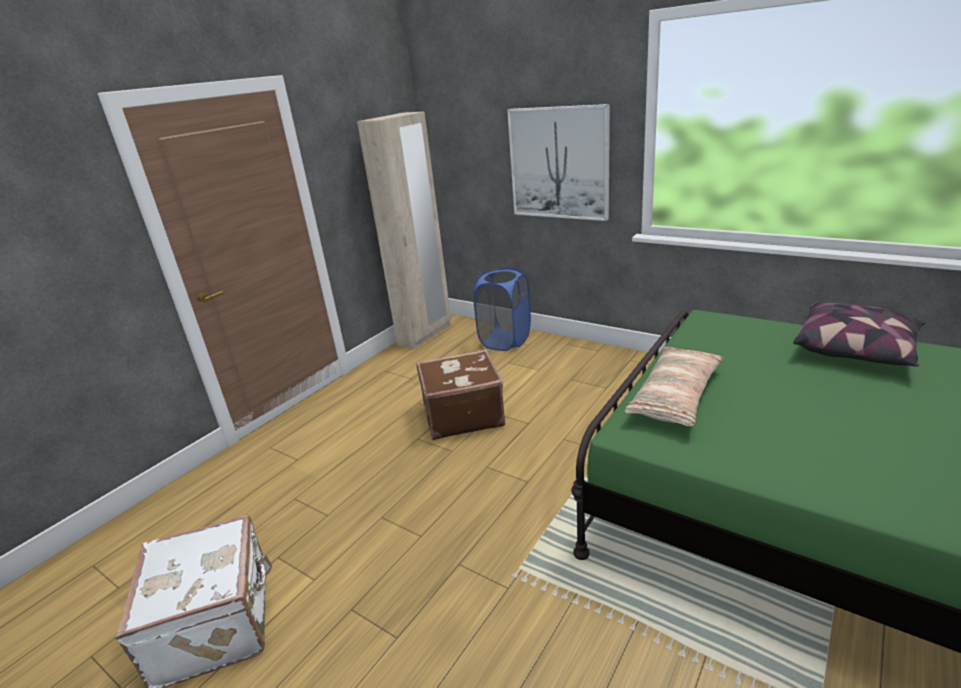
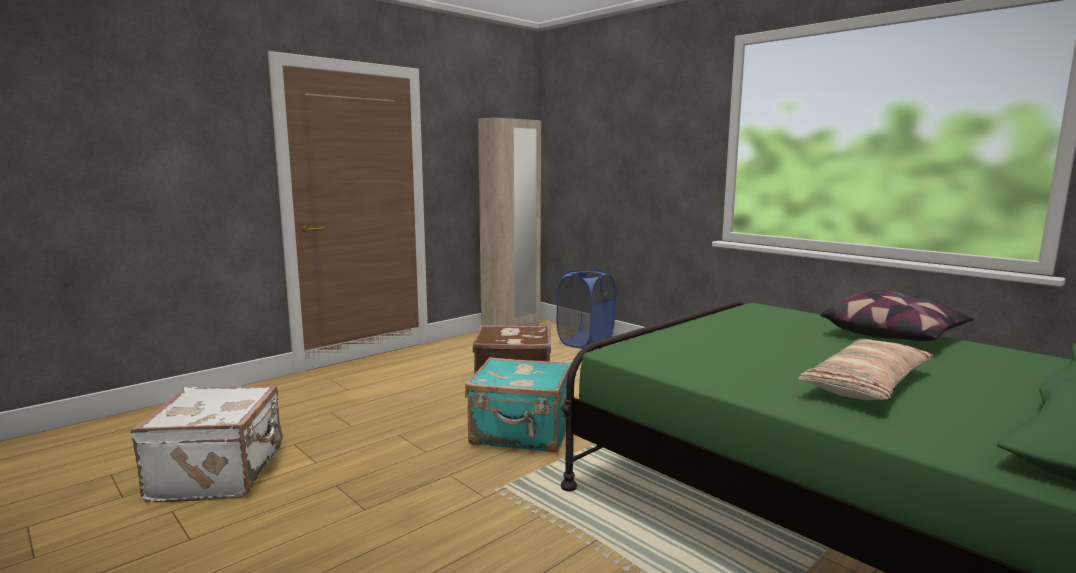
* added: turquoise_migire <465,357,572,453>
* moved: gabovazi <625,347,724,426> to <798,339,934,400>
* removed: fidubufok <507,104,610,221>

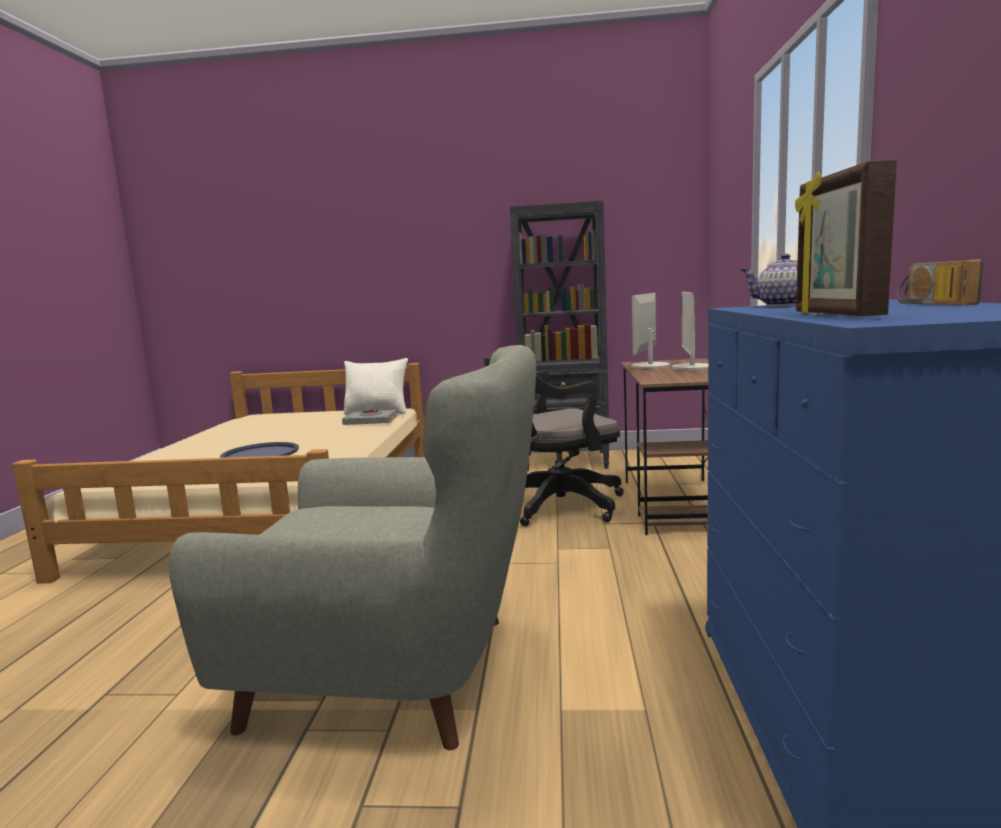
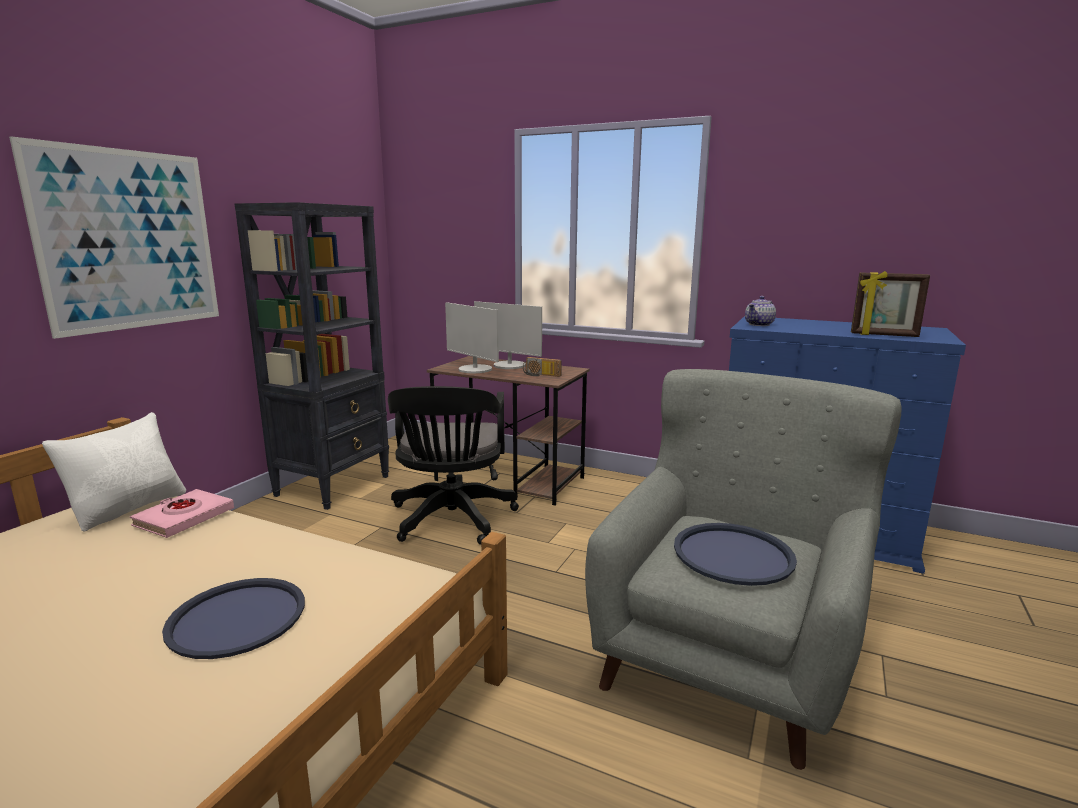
* added: fidubufok <9,136,219,339>
* recoloured: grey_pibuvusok <342,408,397,425> to pink_pibuvusok <130,489,234,538>
* moved: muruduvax <897,259,983,305> to <523,357,562,377>
* added: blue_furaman <674,523,797,586>

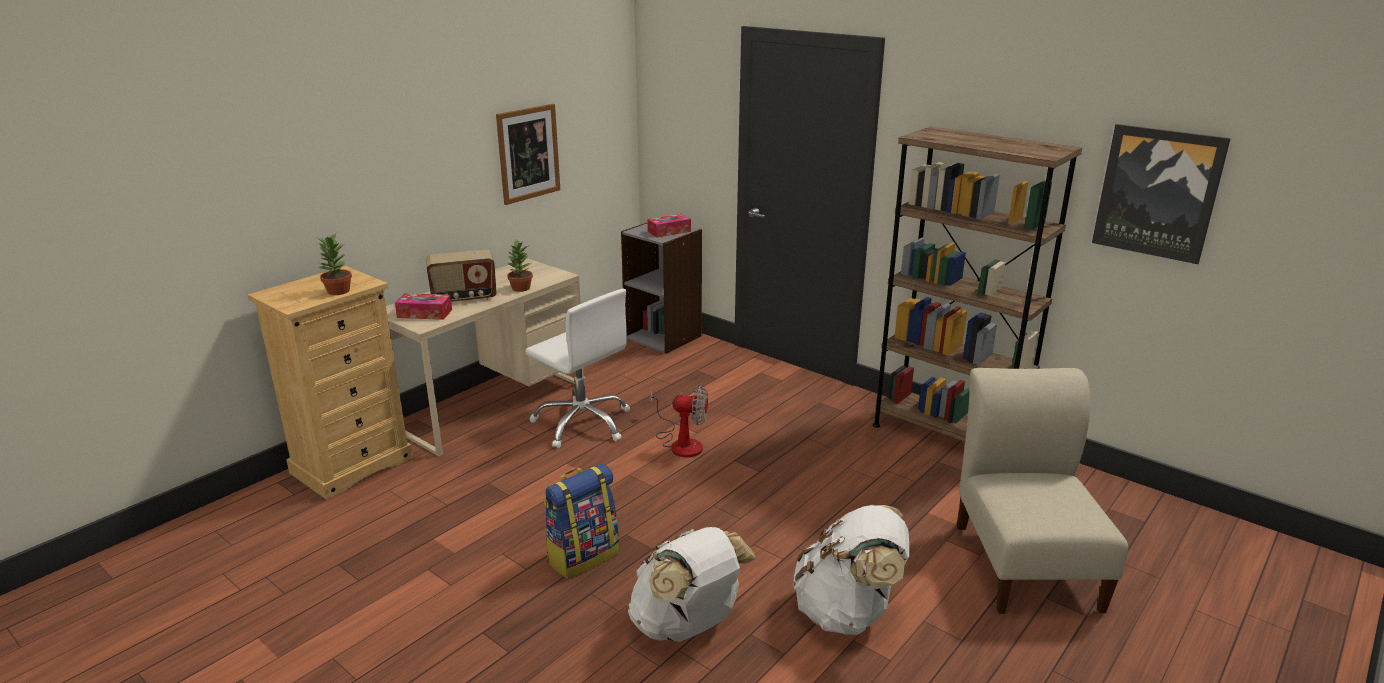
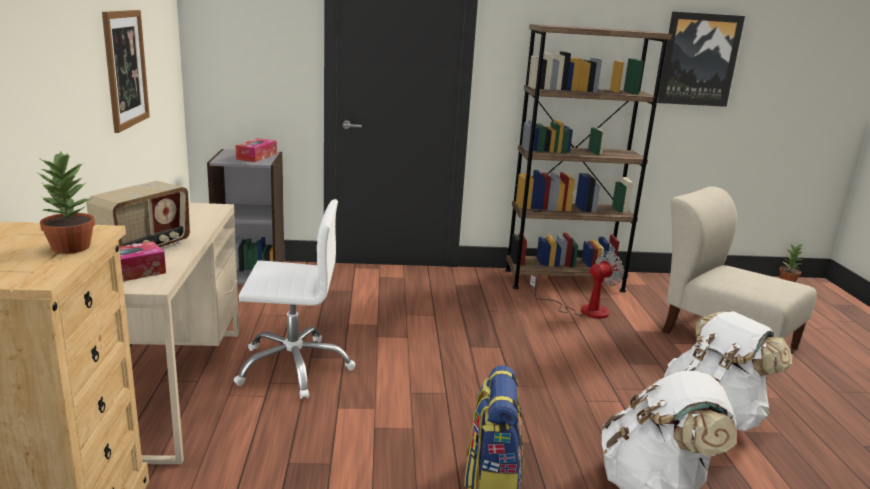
* moved: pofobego <650,385,708,457> to <530,251,624,319>
* moved: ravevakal <507,240,533,292> to <779,244,803,282>

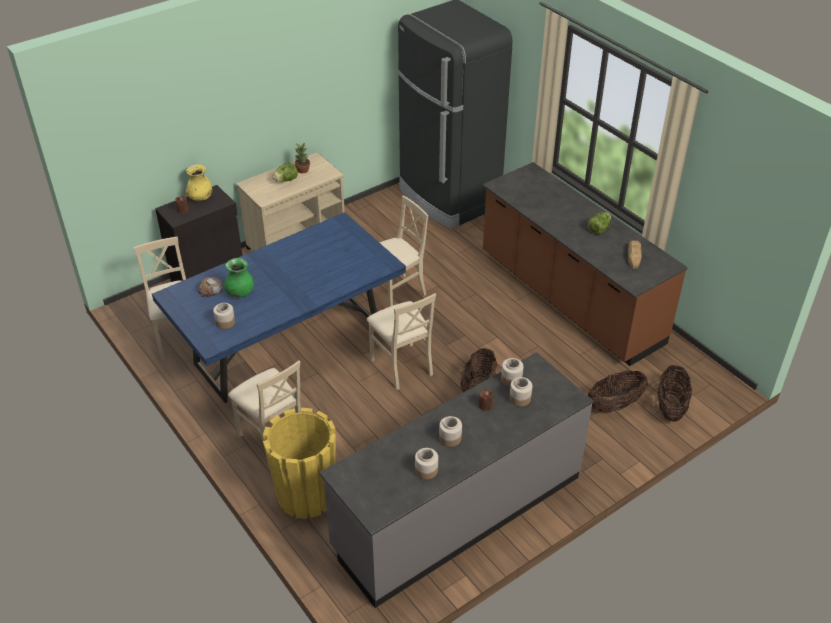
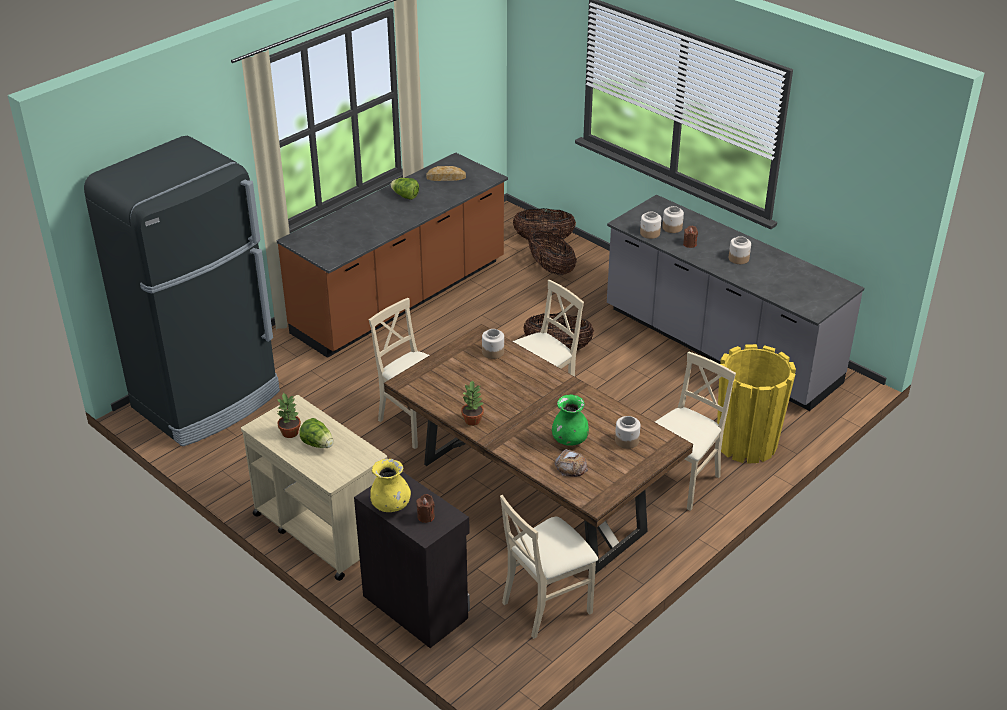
* recoloured: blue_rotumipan <152,212,406,403> to brown_rotumipan <384,324,693,574>
* added: ravevakal <461,381,484,426>
* moved: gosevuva <415,448,438,479> to <482,329,504,359>

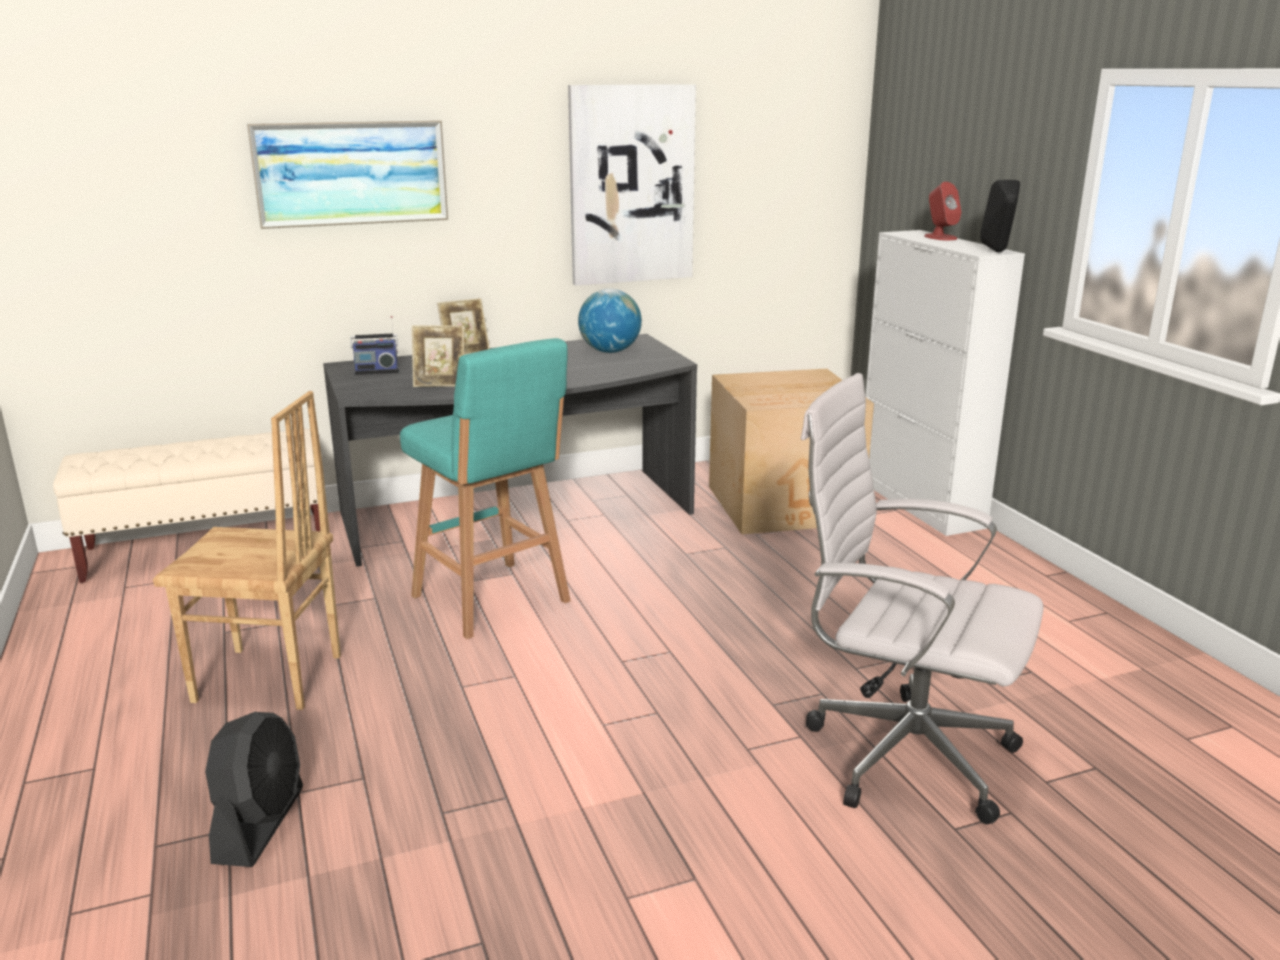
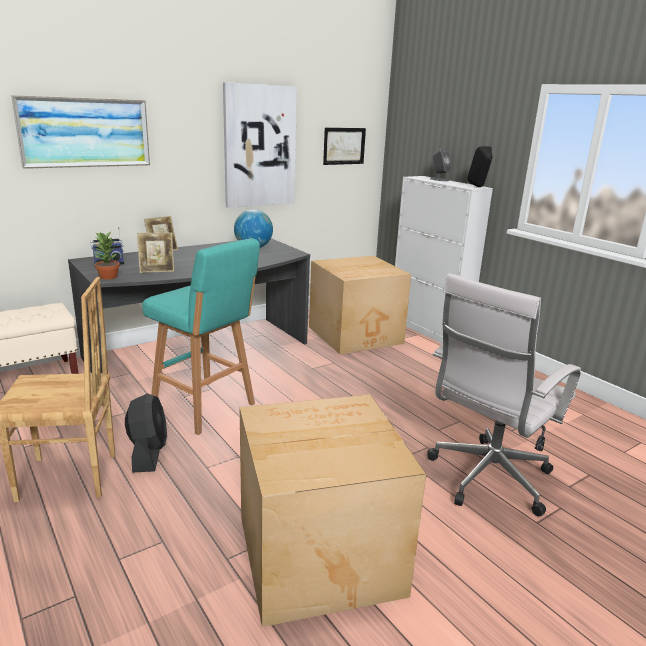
* added: ravevakal <94,232,120,280>
* moved: black_pofobego <205,712,303,867> to <125,393,167,472>
* added: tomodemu <240,394,426,627>
* added: fidubufok <323,128,366,165>
* turned: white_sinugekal <801,373,1043,824> = <427,273,581,517> 60 degrees counterclockwise
* recoloured: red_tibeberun <924,182,962,240> to grey_tibeberun <430,148,452,181>

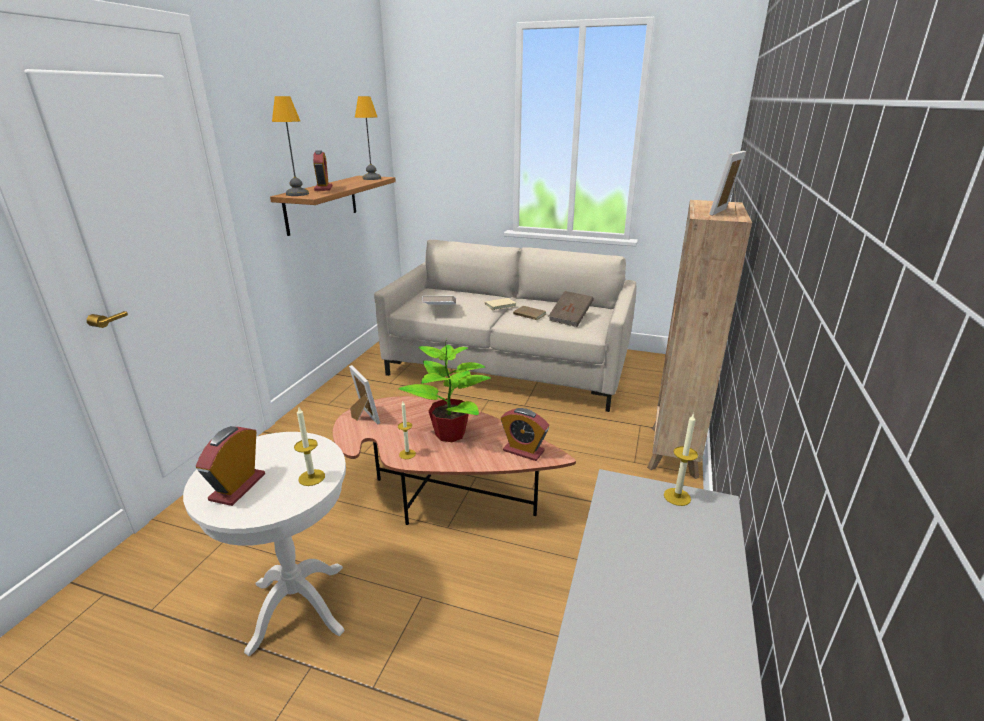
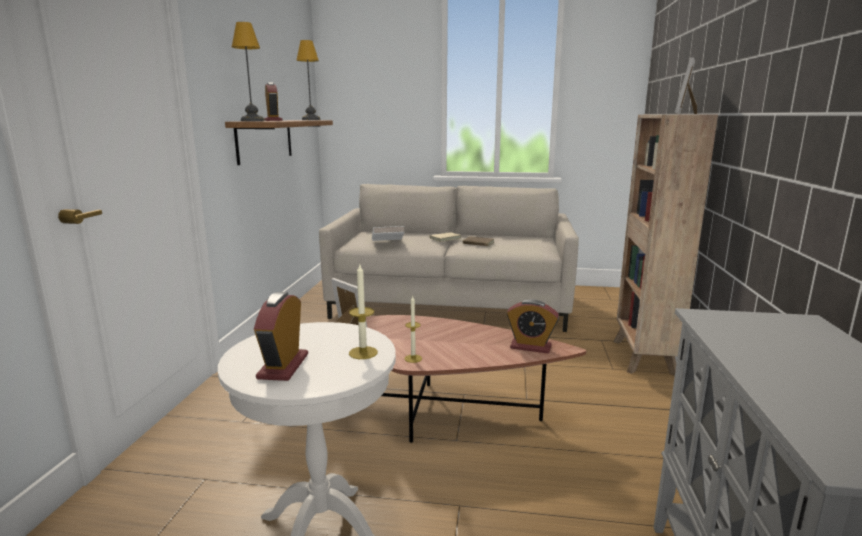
* removed: ravevakal <399,339,491,442>
* removed: brown_pibuvusok <549,291,594,327>
* removed: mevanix <664,413,698,506>

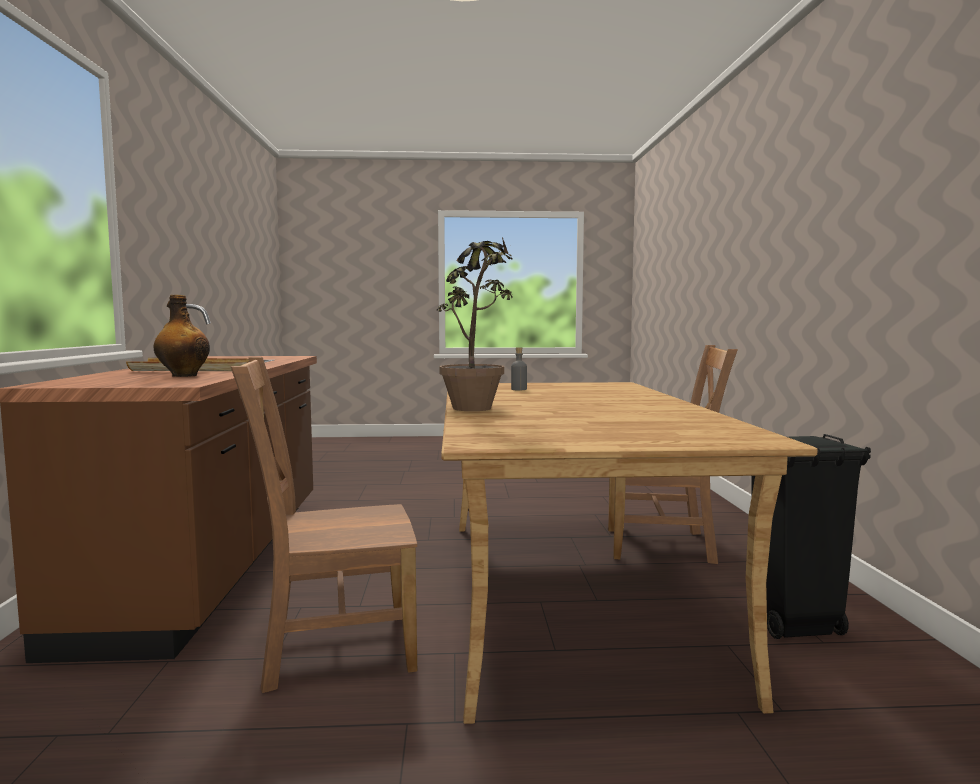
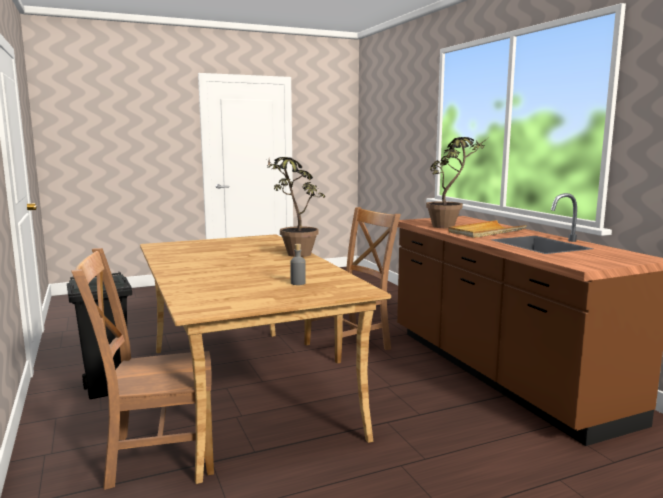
* replaced: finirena <154,295,210,377> to ravevakal <426,137,487,228>

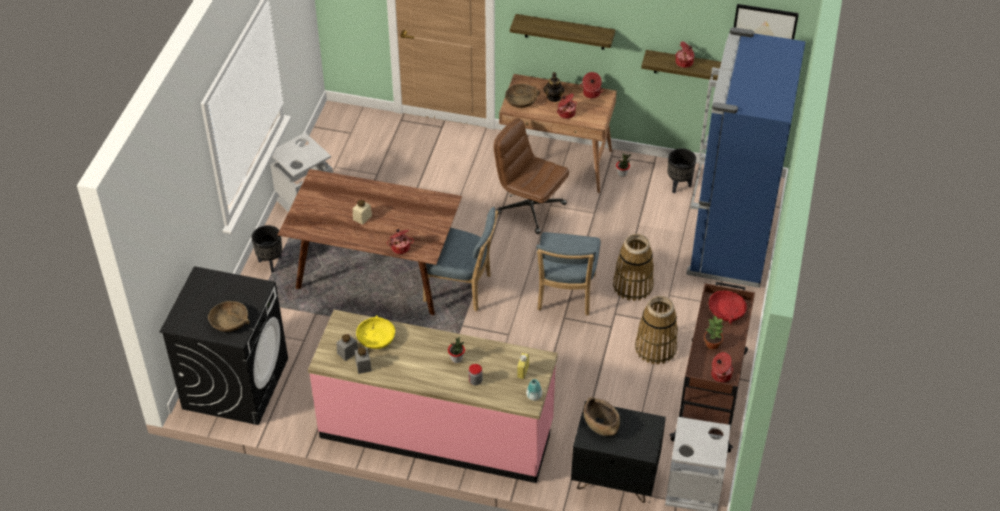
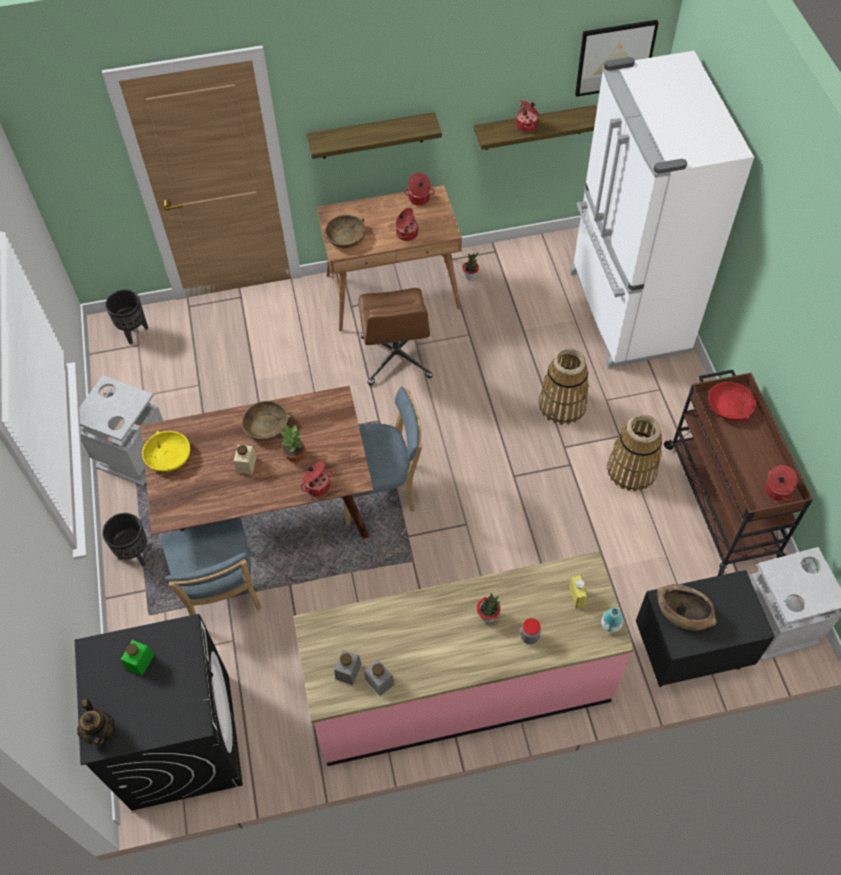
* moved: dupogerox <543,72,565,102> to <77,699,114,747>
* moved: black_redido <668,148,696,194> to <105,290,148,344>
* added: green_gosevuva <121,640,154,676>
* moved: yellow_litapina <356,315,395,349> to <142,430,190,472>
* moved: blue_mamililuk <536,232,601,316> to <161,517,262,615>
* moved: brown_litapina <208,301,249,332> to <242,401,292,441>
* moved: ravevakal <704,315,723,349> to <280,425,305,462>
* turned: brown_sinugekal <494,118,569,234> = <358,288,433,386> 105 degrees counterclockwise
* recoloured: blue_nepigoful <686,27,806,288> to white_nepigoful <570,51,754,368>

